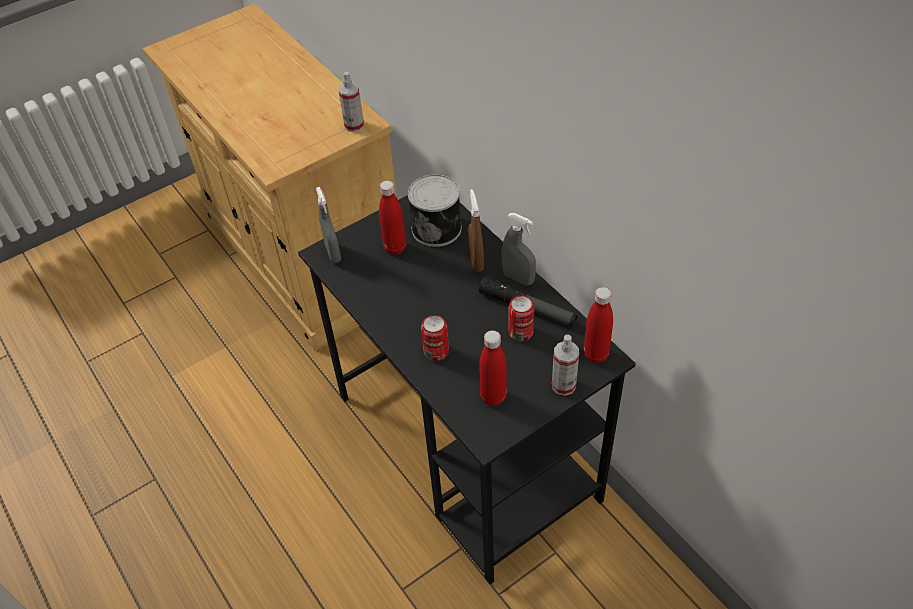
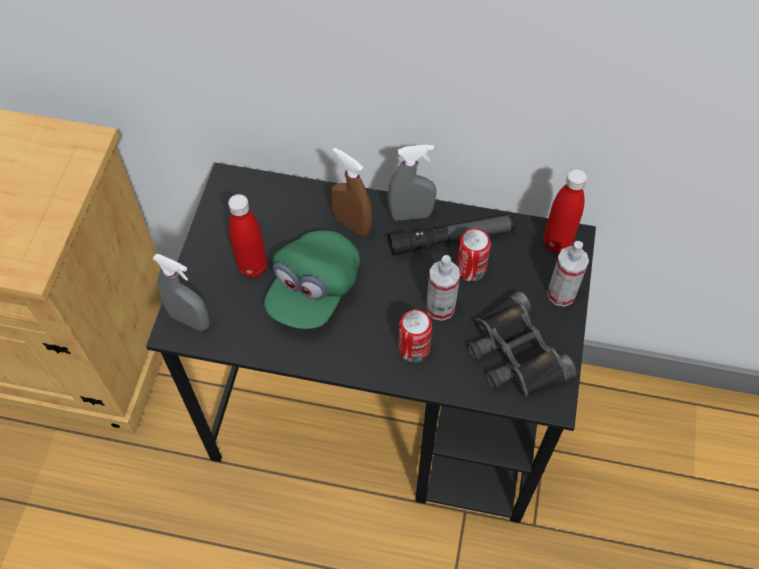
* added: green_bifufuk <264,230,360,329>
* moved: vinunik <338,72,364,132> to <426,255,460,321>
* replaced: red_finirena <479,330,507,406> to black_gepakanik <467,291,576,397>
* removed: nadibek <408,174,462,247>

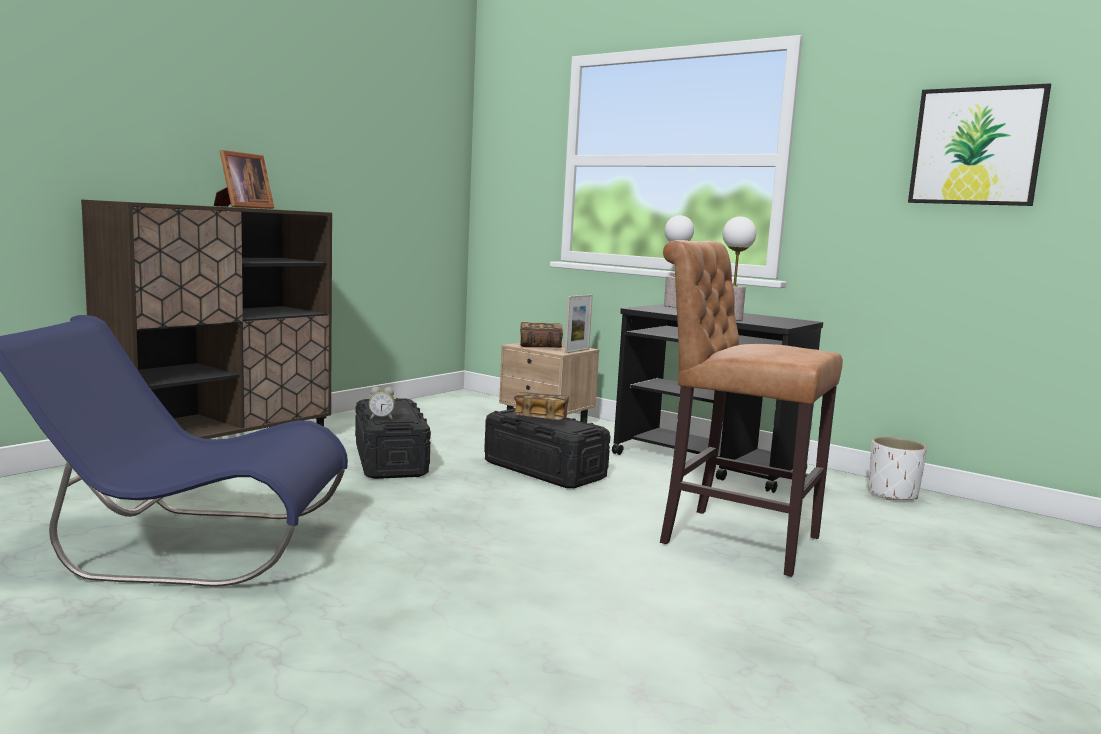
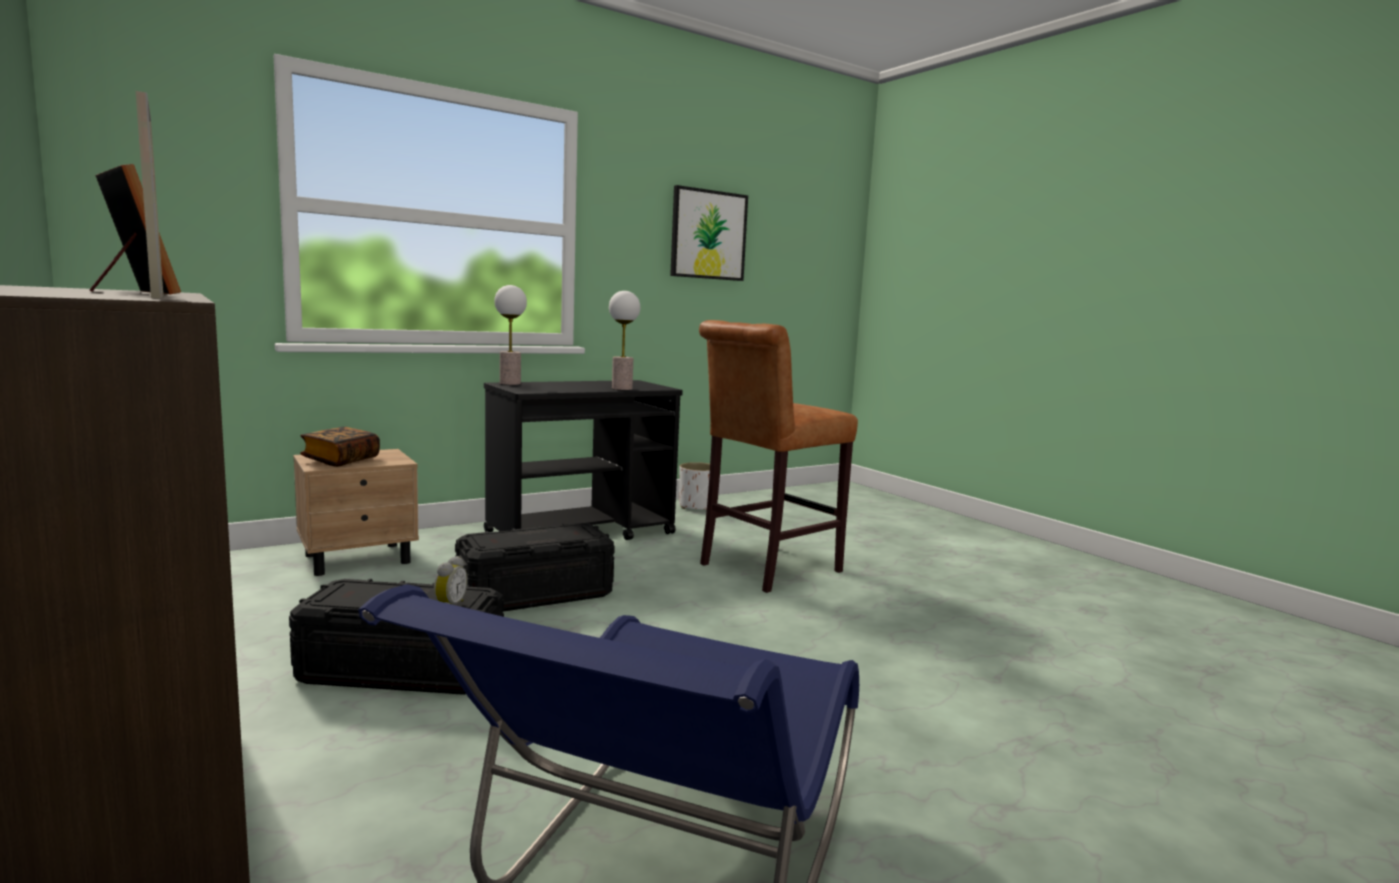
* moved: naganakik <564,295,593,353> to <136,91,164,298>
* removed: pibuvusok <513,392,569,420>

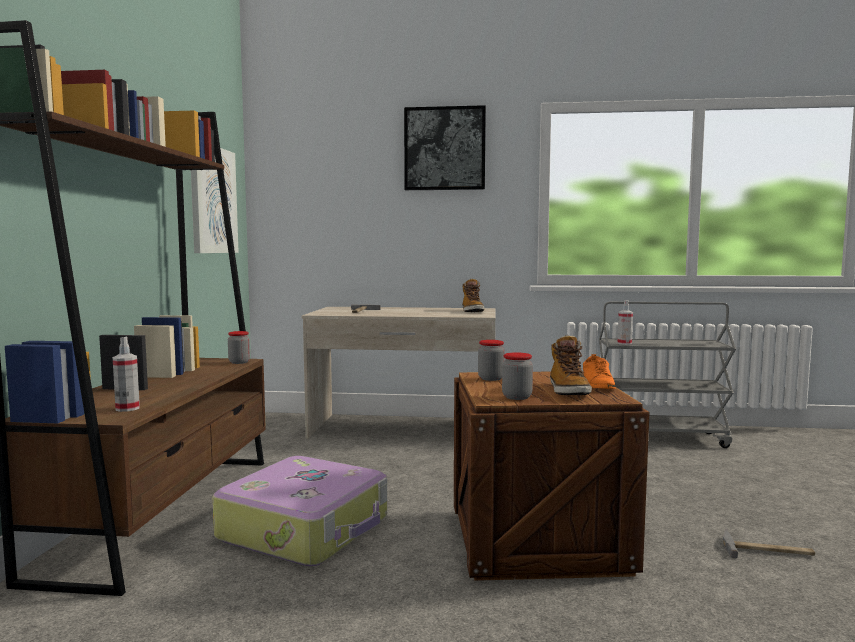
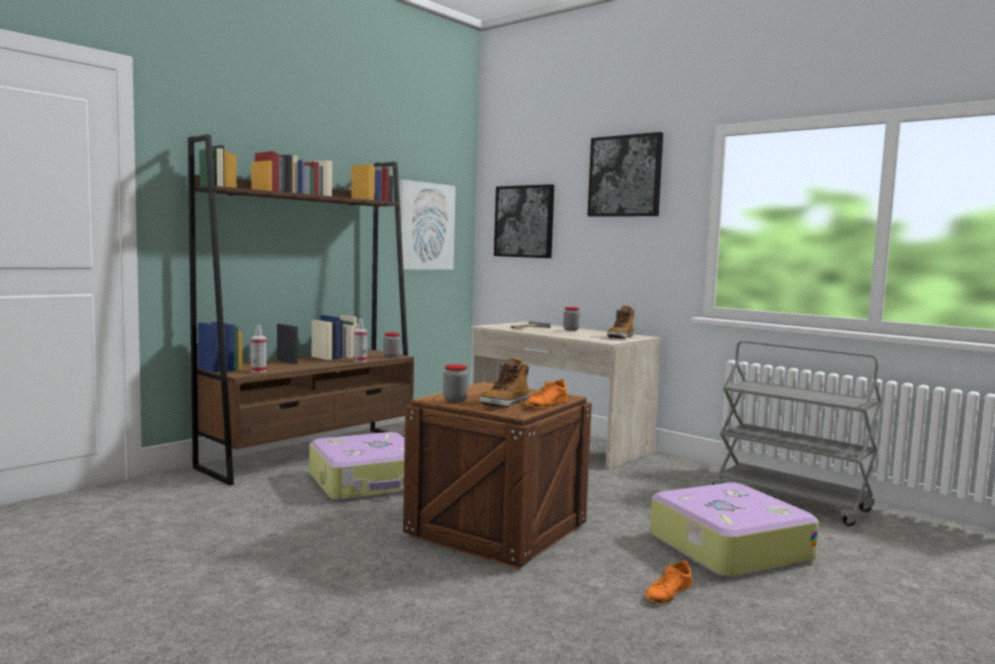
* moved: vinunik <618,300,633,345> to <354,319,367,362>
* added: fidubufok <494,184,554,258>
* moved: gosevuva <478,340,505,381> to <563,307,580,331>
* replaced: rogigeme <723,529,815,558> to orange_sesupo <645,560,692,604>
* added: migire <650,482,819,578>

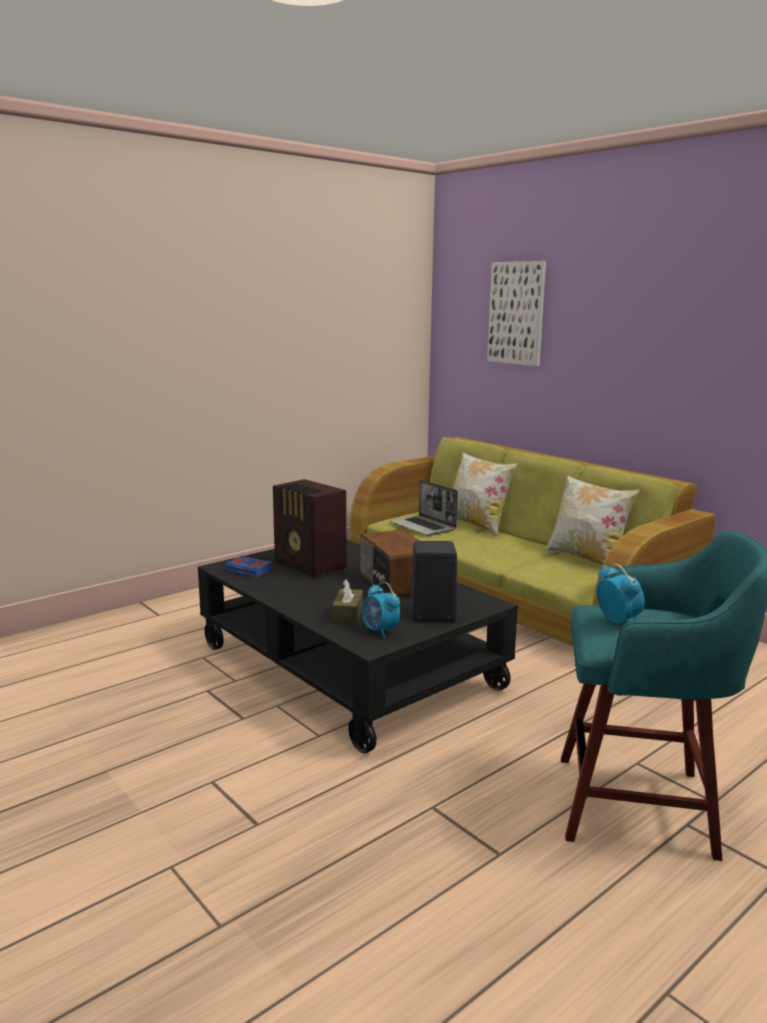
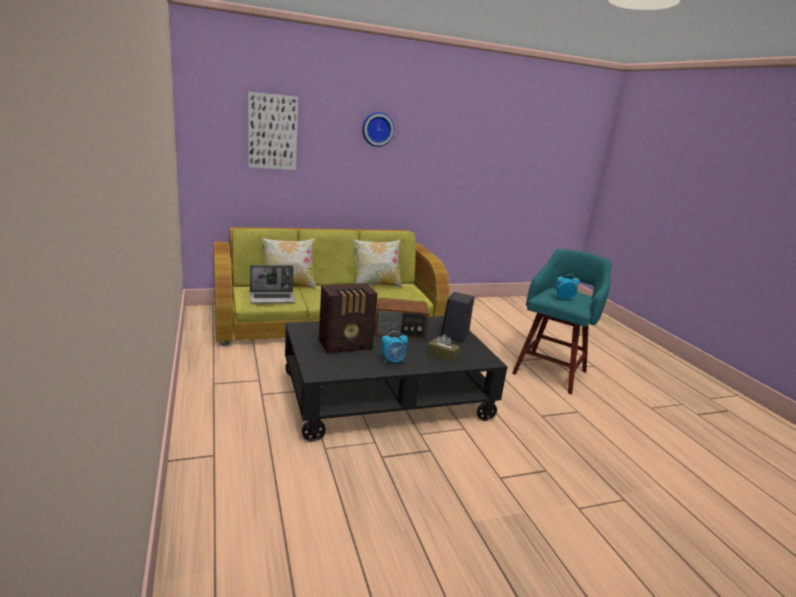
* added: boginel <362,112,394,147>
* moved: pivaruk <362,582,400,638> to <381,331,408,364>
* removed: blue_pibuvusok <226,555,272,577>

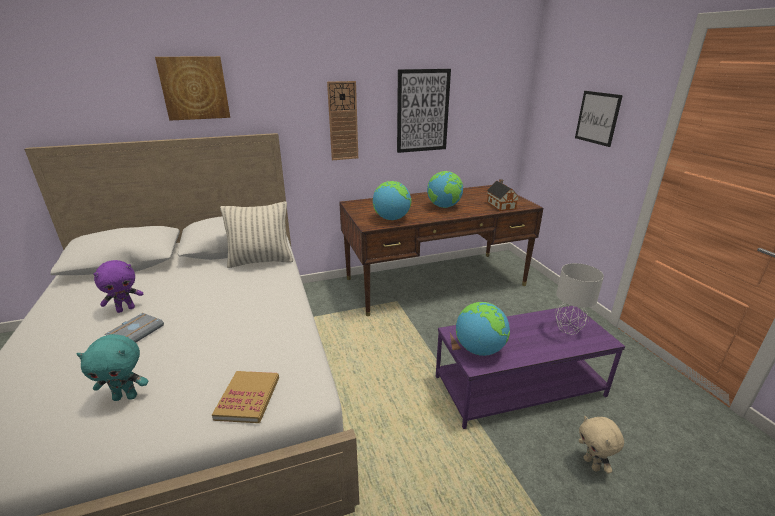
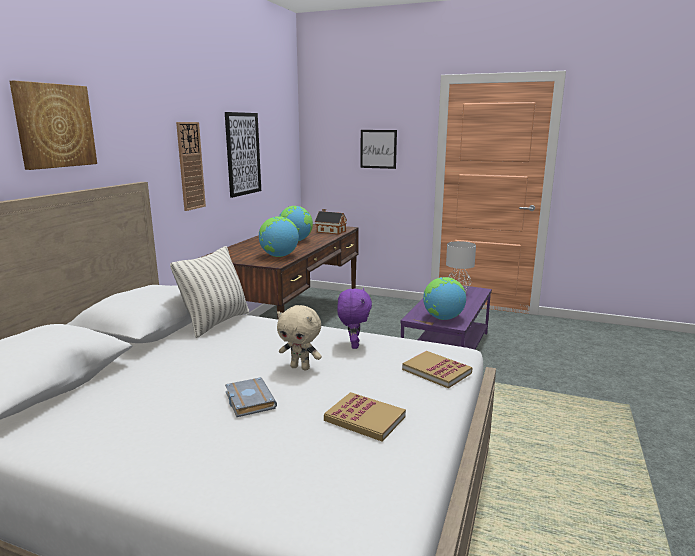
* moved: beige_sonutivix <579,416,624,473> to <277,305,322,370>
* replaced: turquoise_sonutivix <77,334,149,401> to pibuvusok <324,392,406,442>
* moved: purple_sonutivix <93,260,143,313> to <337,288,372,349>

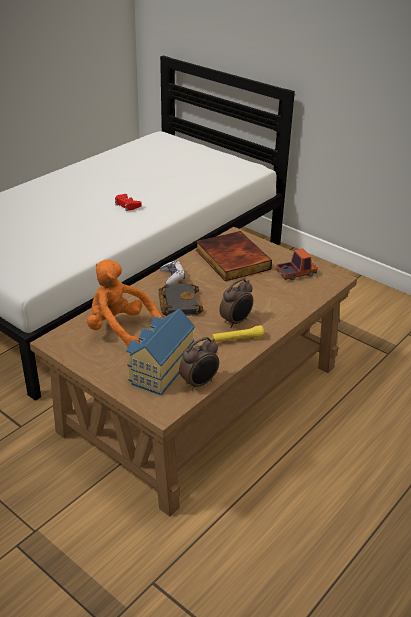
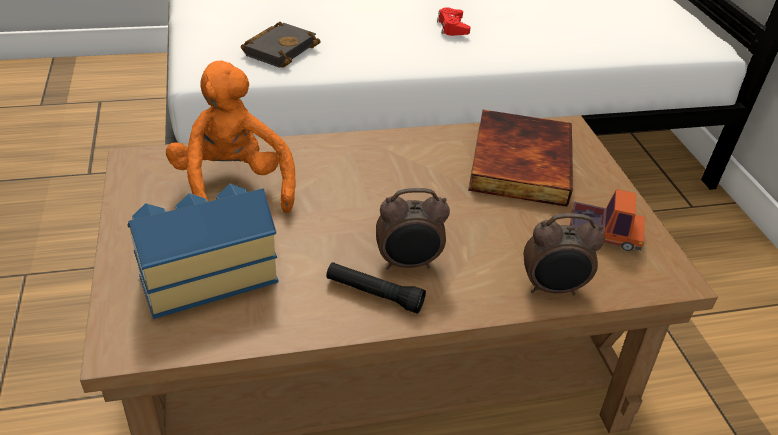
* moved: black_pibuvusok <158,283,203,316> to <241,22,321,68>
* recoloured: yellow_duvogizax <212,325,264,342> to black_duvogizax <326,262,426,314>
* moved: pivaruk <179,337,219,391> to <524,213,605,295>
* removed: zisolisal <160,261,185,285>

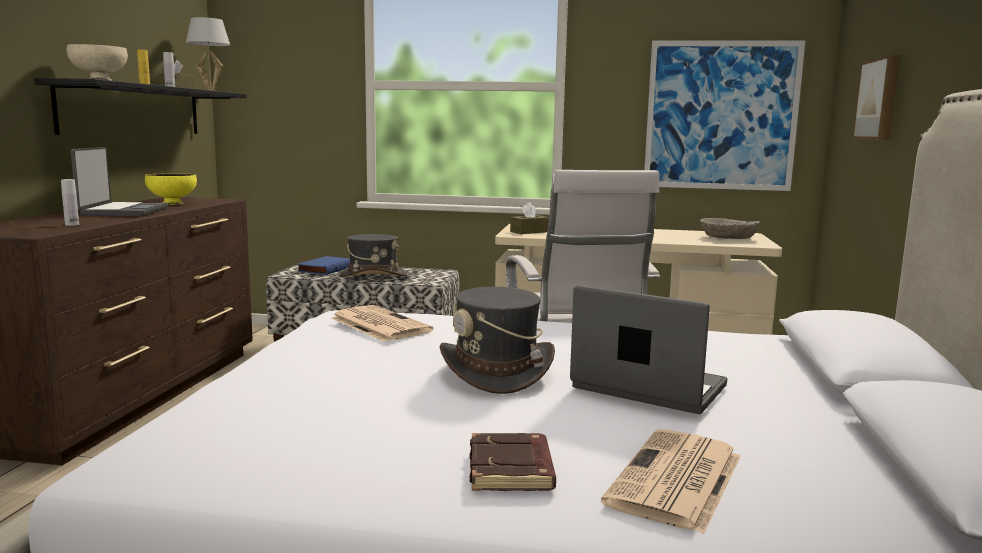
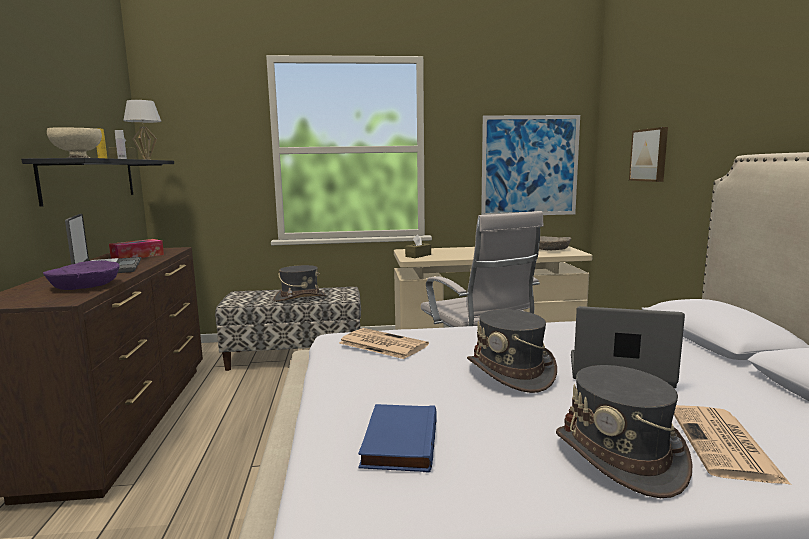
* replaced: white_finirena <61,179,79,226> to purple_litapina <43,260,120,290>
* replaced: yellow_litapina <145,173,197,205> to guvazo <109,239,164,259>
* moved: blue_pibuvusok <297,256,350,275> to <358,404,437,473>
* replaced: brown_pibuvusok <470,433,556,491> to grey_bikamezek <556,365,693,498>

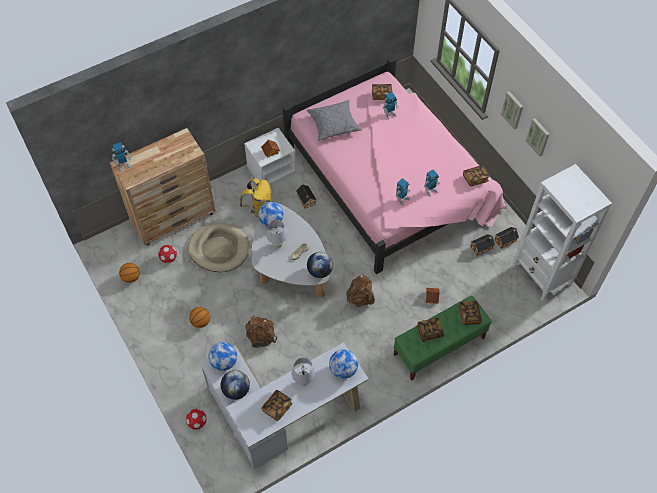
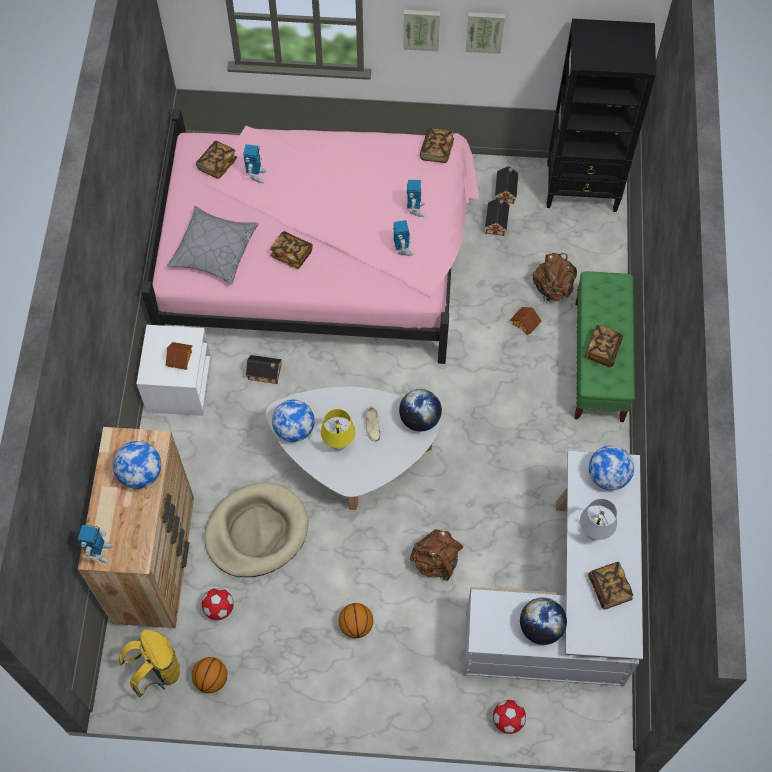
* moved: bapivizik <208,342,237,371> to <113,441,161,489>
* moved: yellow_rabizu <240,178,272,218> to <119,630,180,698>
* moved: pibuvusok <458,301,482,325> to <270,231,313,269>
* recoloured: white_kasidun <267,220,287,248> to yellow_kasidun <321,409,355,451>
* moved: brown_rabizu <346,274,375,307> to <533,253,577,302>
* recoloured: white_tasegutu <513,164,612,301> to black_tasegutu <546,19,656,212>

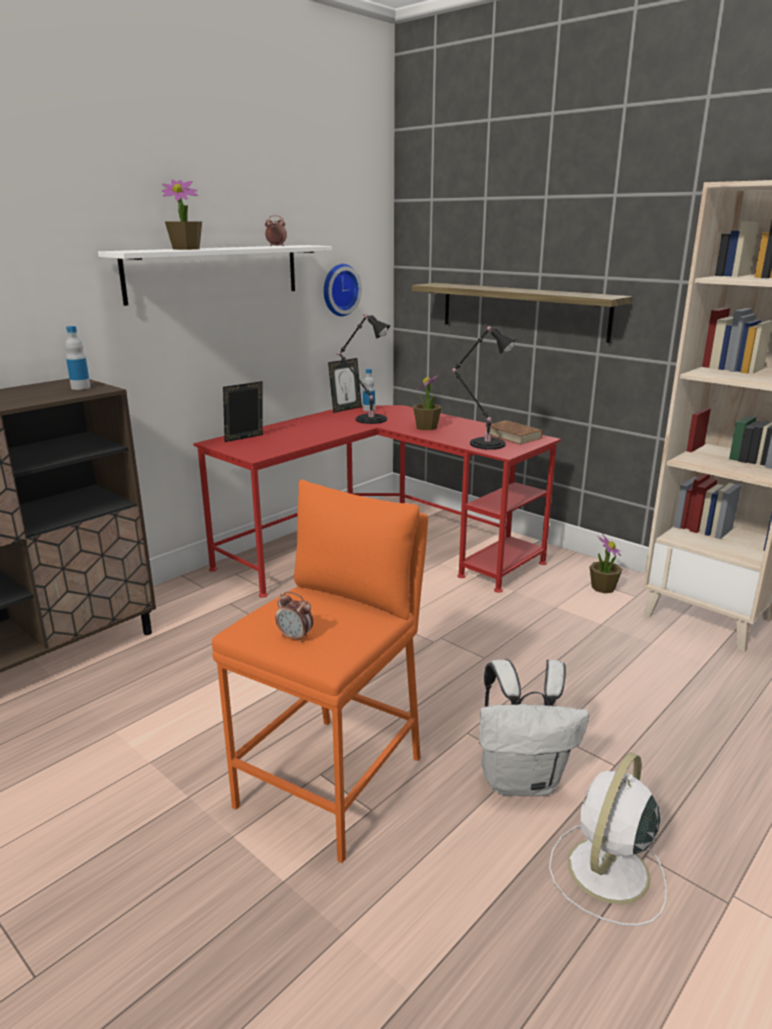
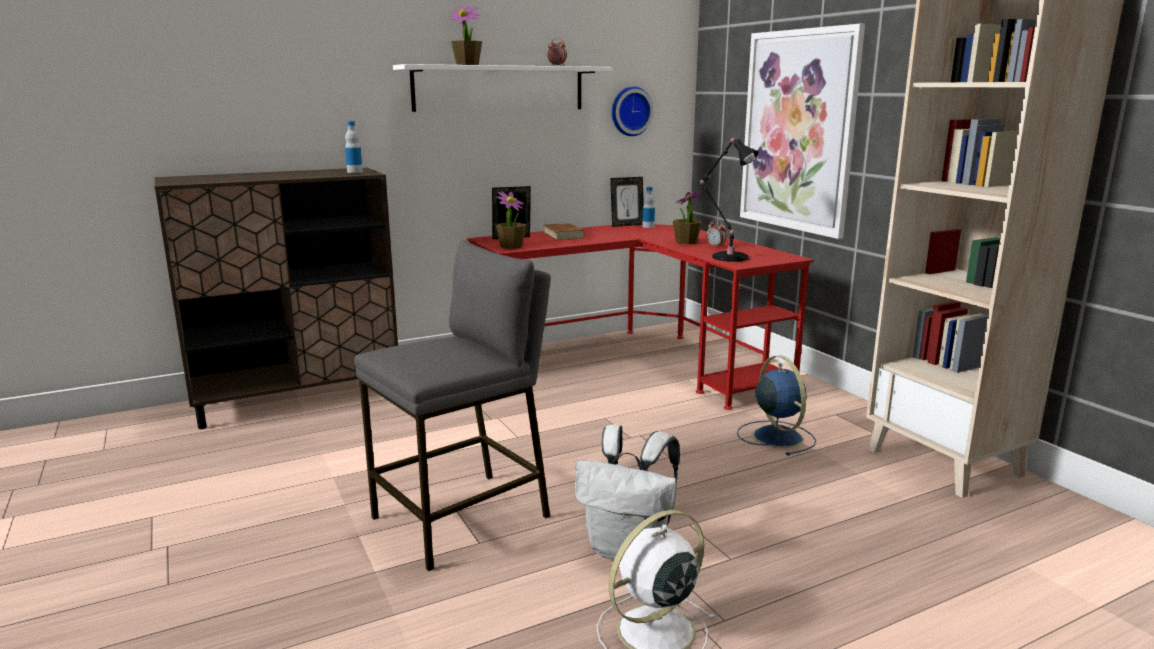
* recoloured: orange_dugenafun <212,479,428,863> to grey_dugenafun <354,240,551,571>
* moved: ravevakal <590,533,622,593> to <496,191,526,249>
* moved: brown_pibuvusok <484,420,543,444> to <543,223,585,240>
* moved: pivaruk <276,592,313,643> to <706,220,726,248>
* added: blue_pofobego <737,355,816,456>
* replaced: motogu <412,283,632,343> to fidubufok <740,24,865,239>
* removed: black_kasidun <338,314,390,424>

